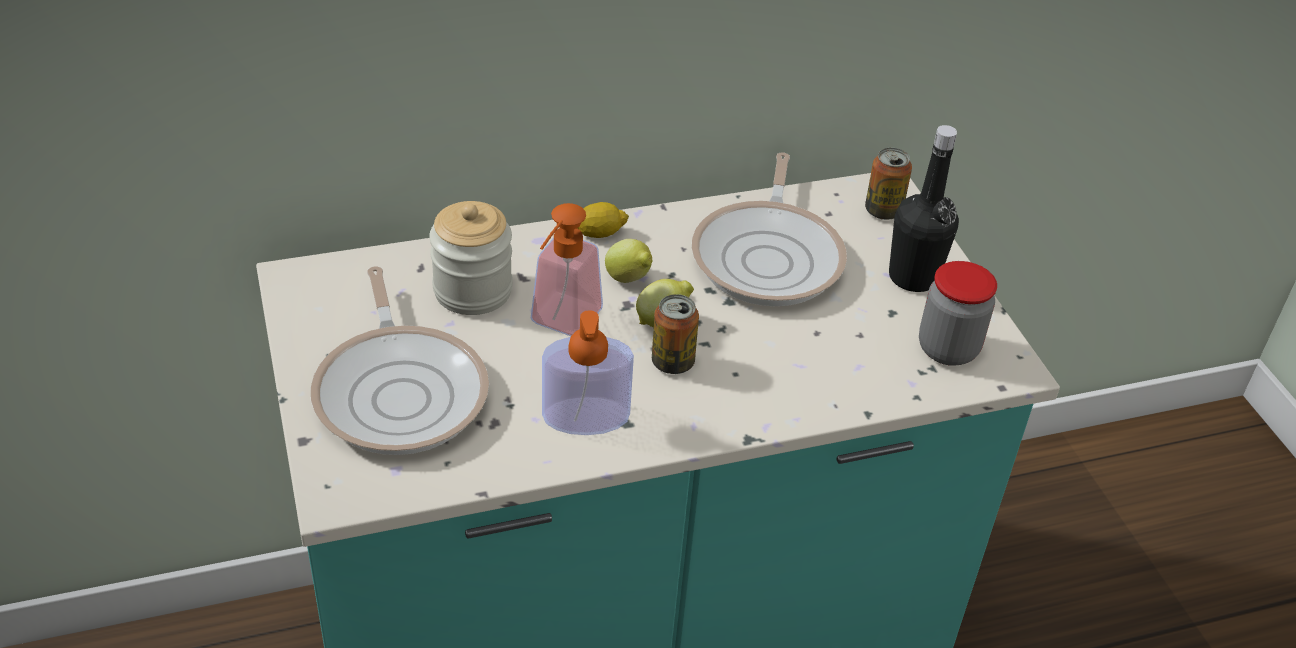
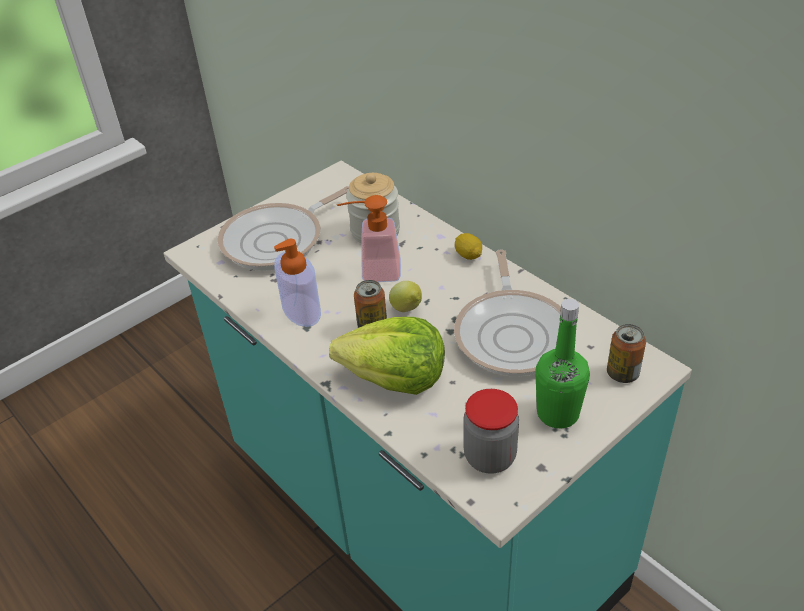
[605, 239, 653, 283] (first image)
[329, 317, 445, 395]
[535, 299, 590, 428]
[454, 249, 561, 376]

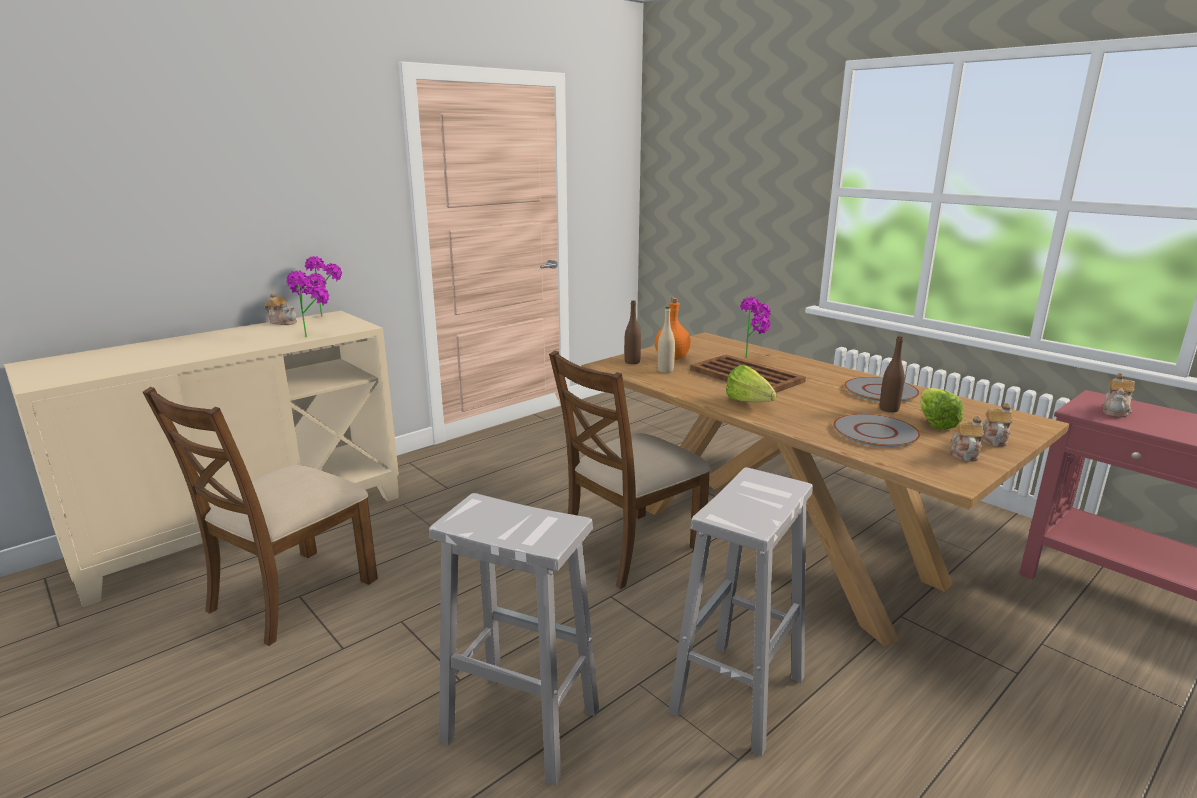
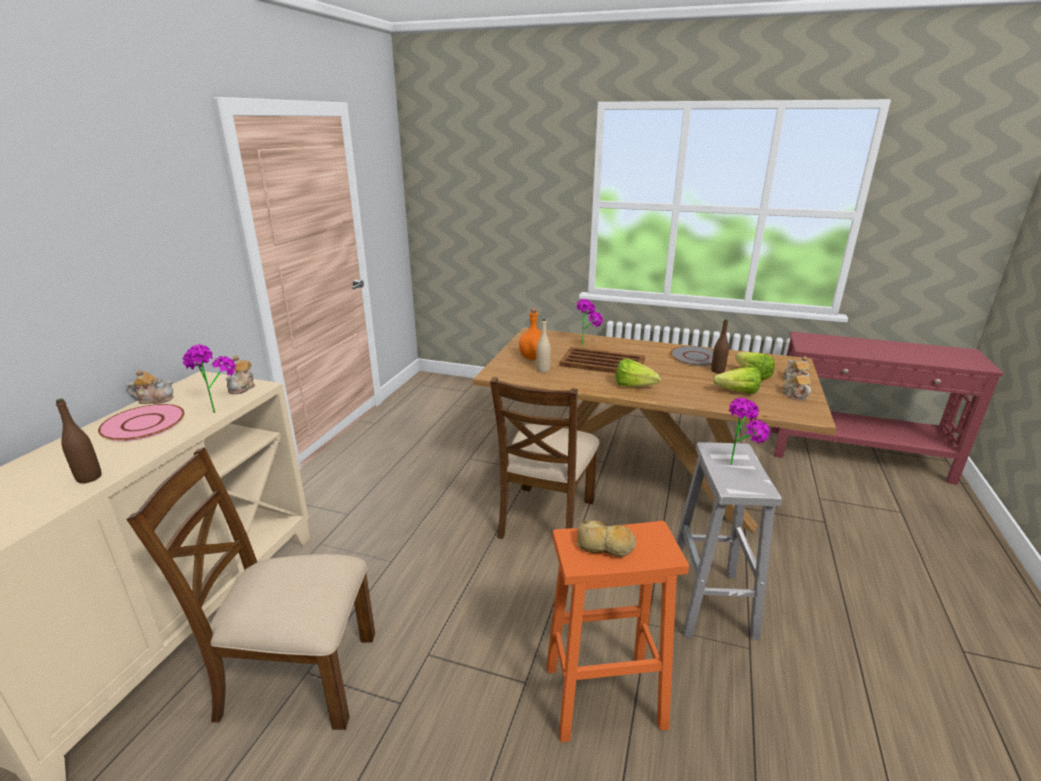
[98, 404, 185, 441]
[577, 521, 636, 557]
[729, 398, 770, 465]
[56, 399, 101, 483]
[225, 355, 255, 394]
[713, 367, 761, 394]
[546, 521, 689, 742]
[126, 447, 375, 730]

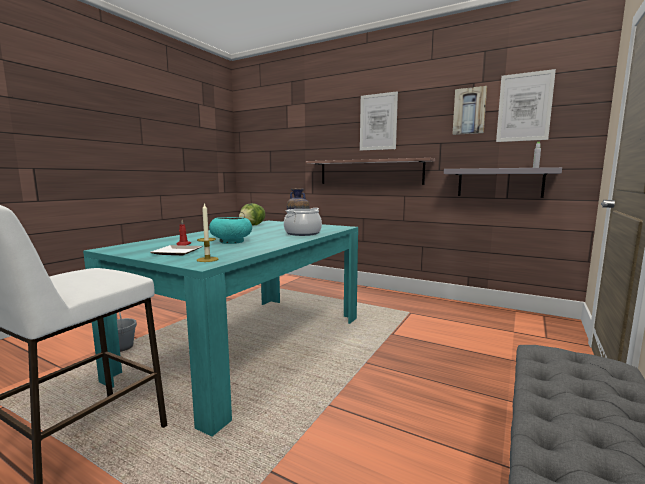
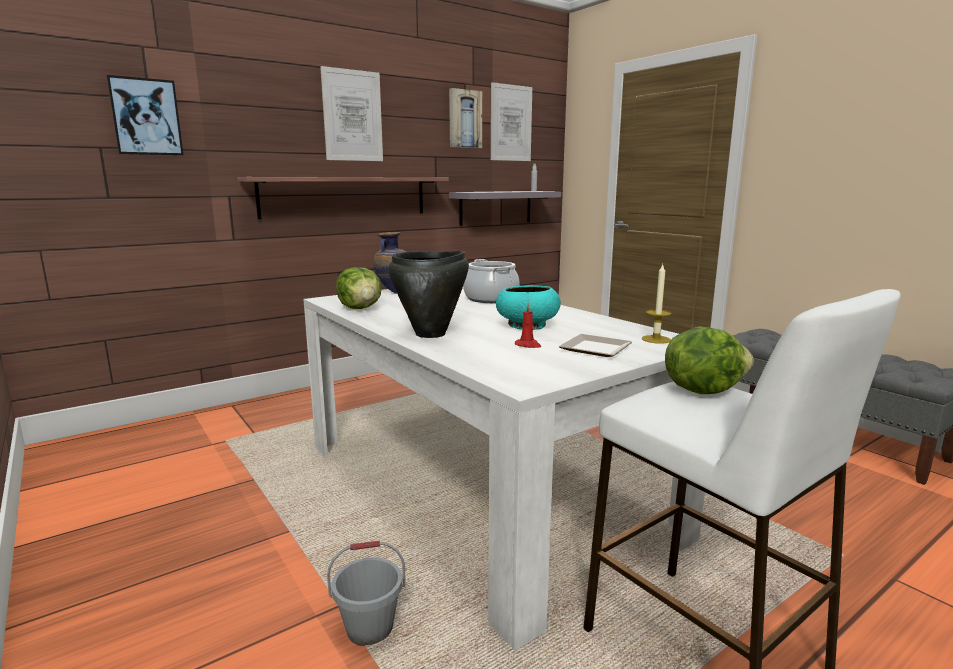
[107, 75, 183, 156]
[388, 251, 469, 338]
[665, 326, 754, 394]
[303, 288, 705, 650]

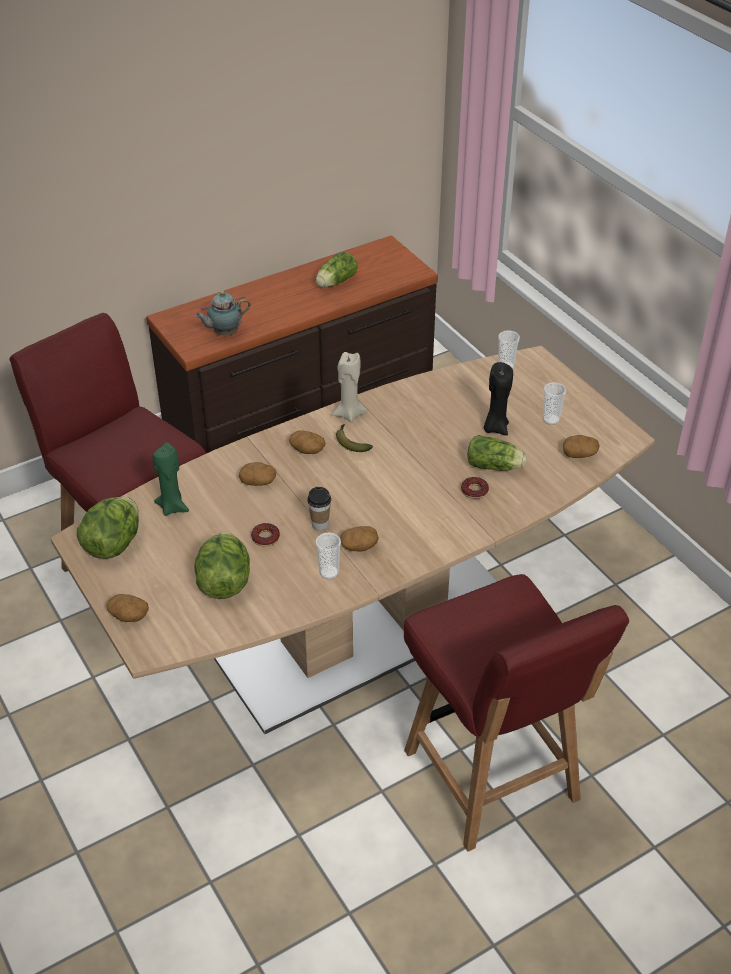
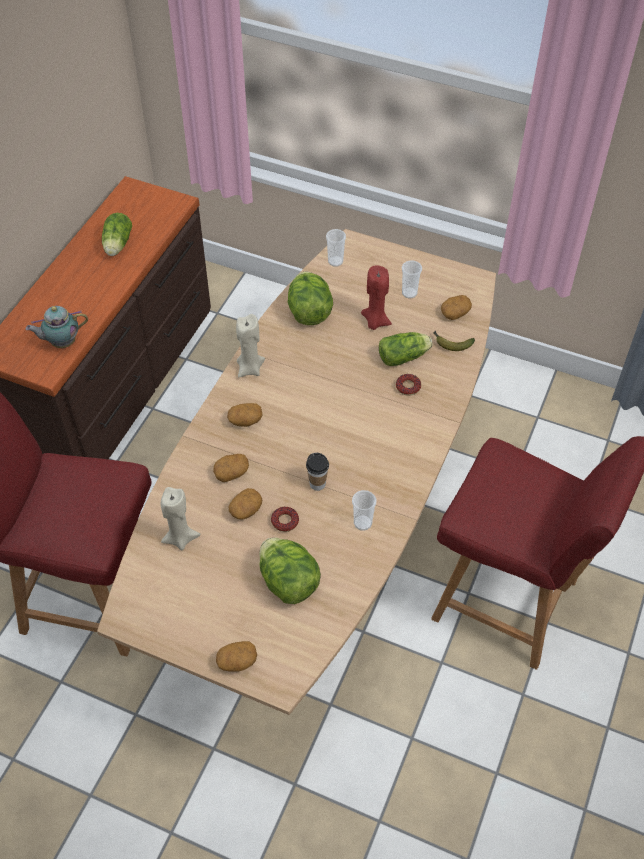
[288, 272, 333, 325]
[434, 331, 475, 351]
[229, 488, 262, 520]
[161, 487, 201, 550]
[361, 266, 392, 330]
[26, 306, 88, 348]

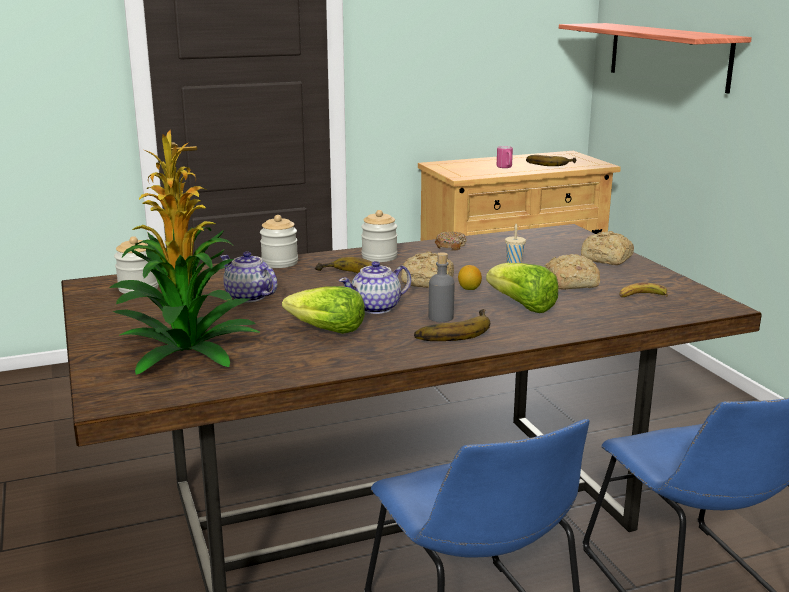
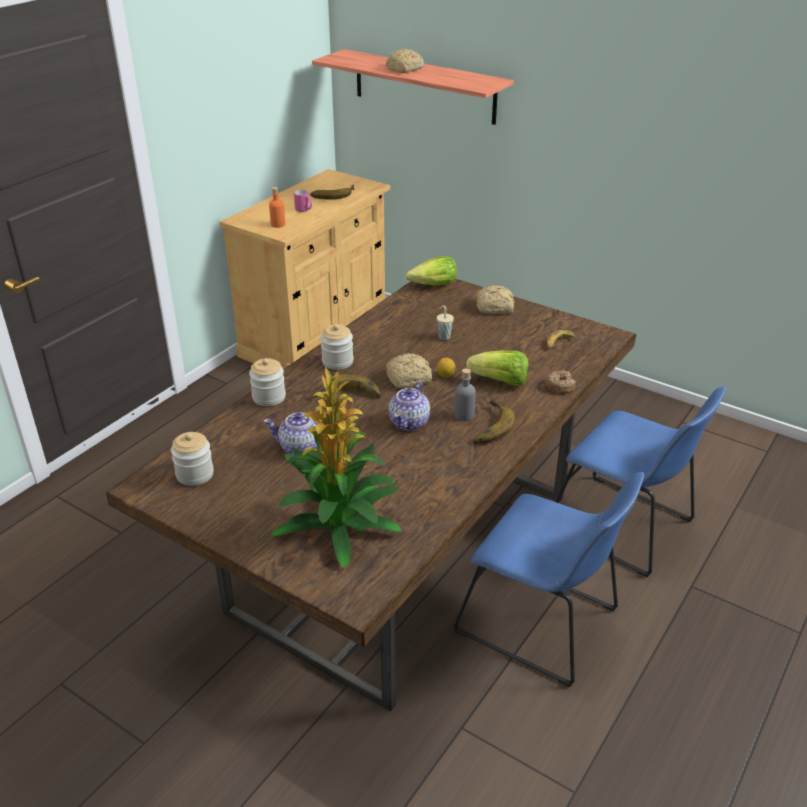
[269, 187, 285, 228]
[406, 256, 457, 285]
[546, 370, 576, 393]
[386, 49, 424, 73]

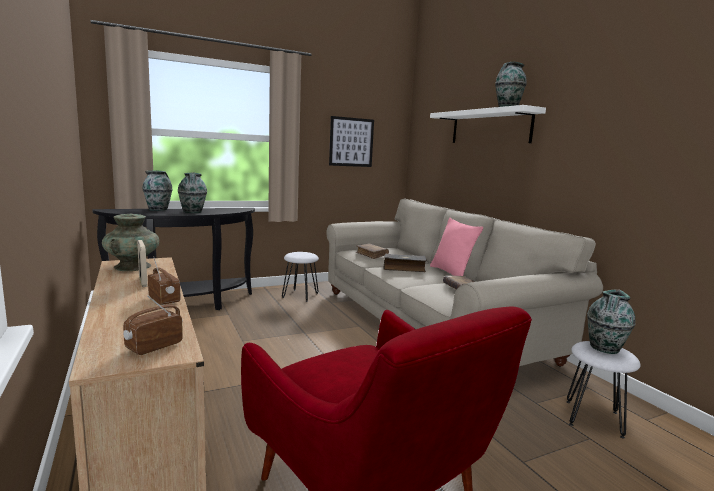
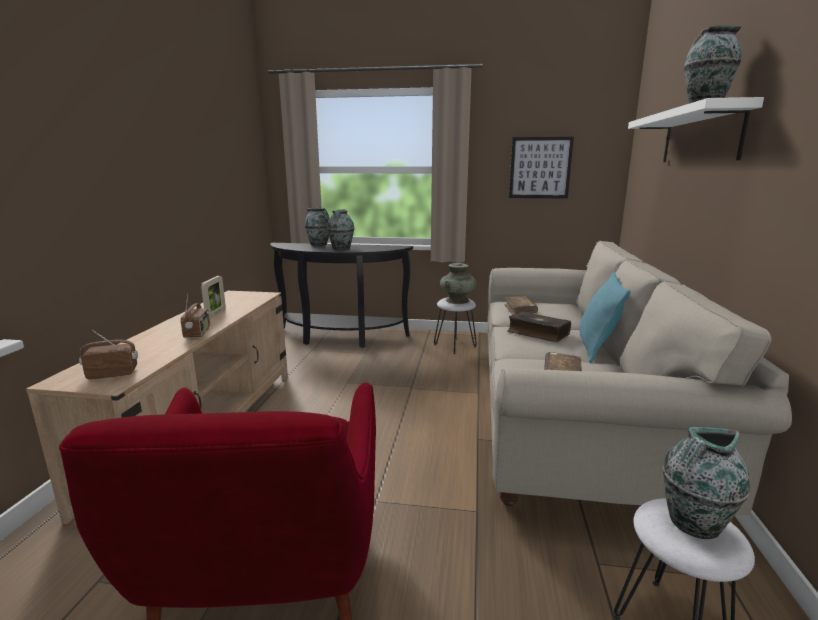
[440, 263, 476, 304]
[580, 272, 631, 363]

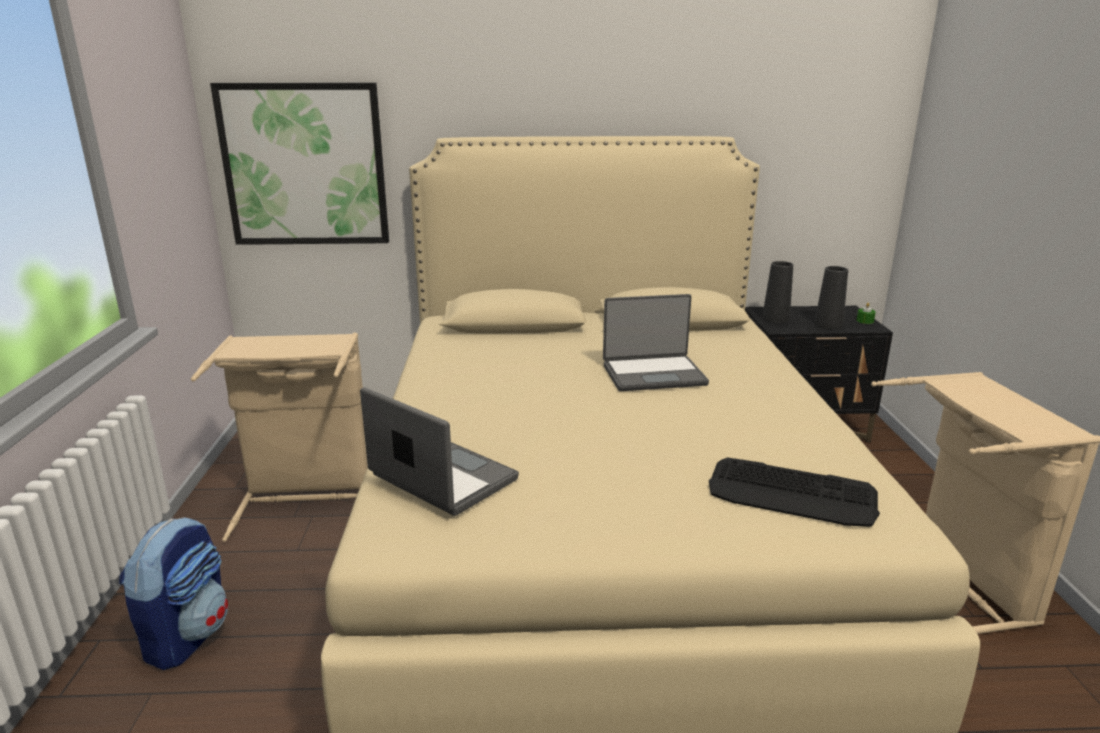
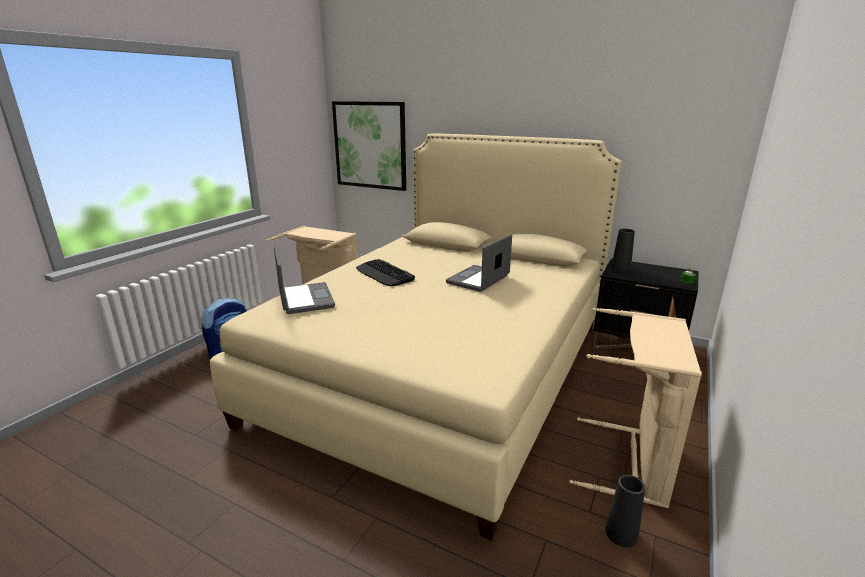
[356, 259, 415, 286]
[605, 475, 645, 548]
[446, 234, 512, 292]

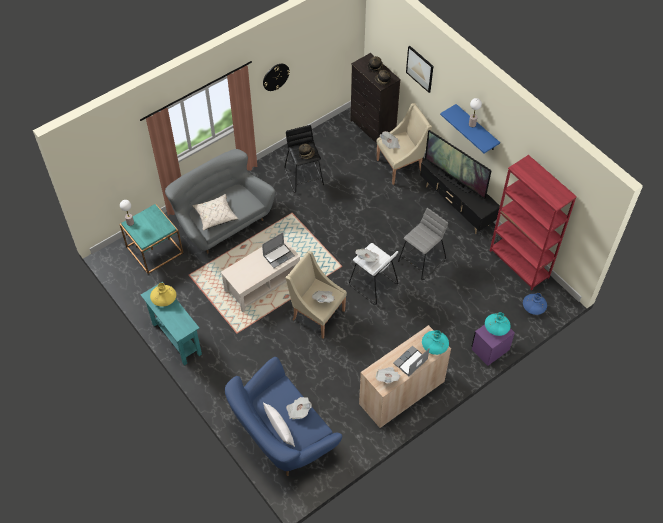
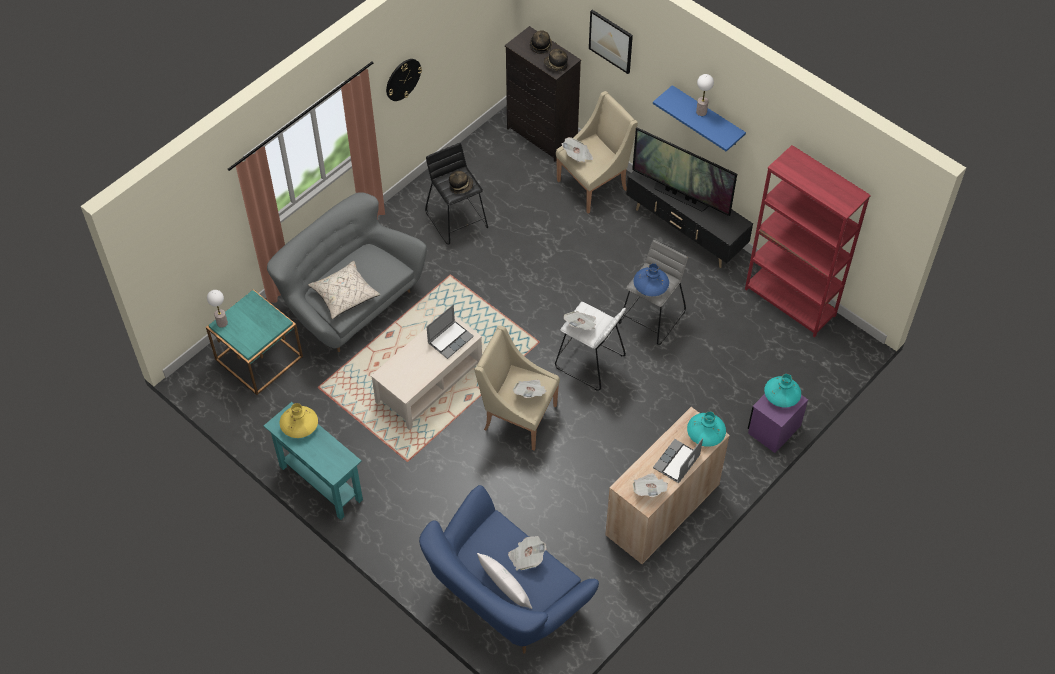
[634, 263, 669, 296]

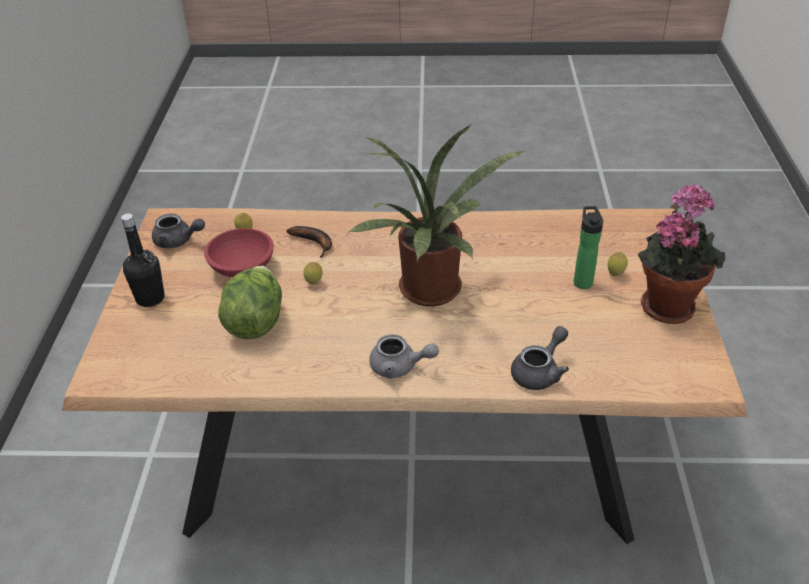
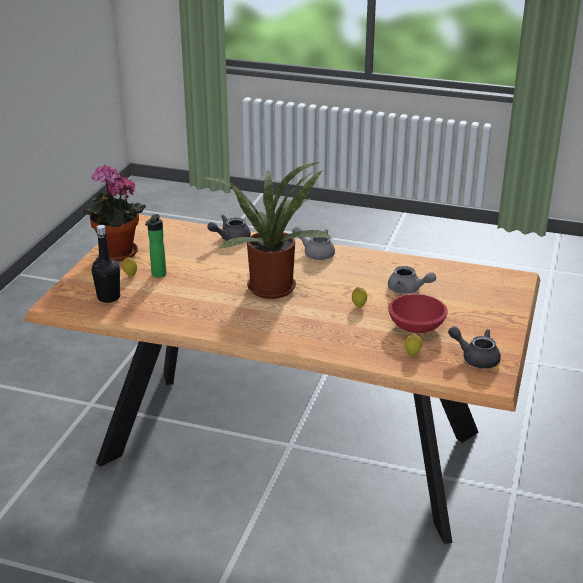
[286, 226, 332, 258] (first image)
[92, 225, 120, 303]
[388, 266, 436, 294]

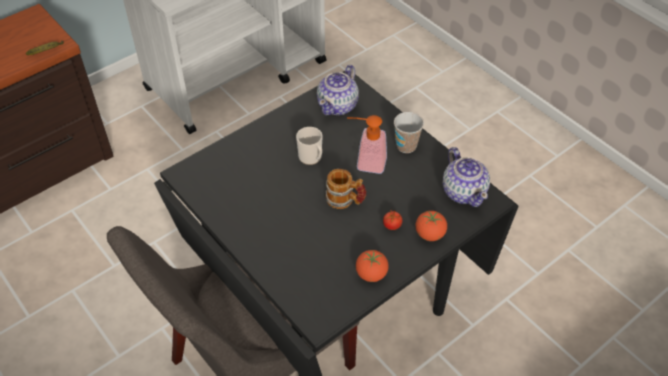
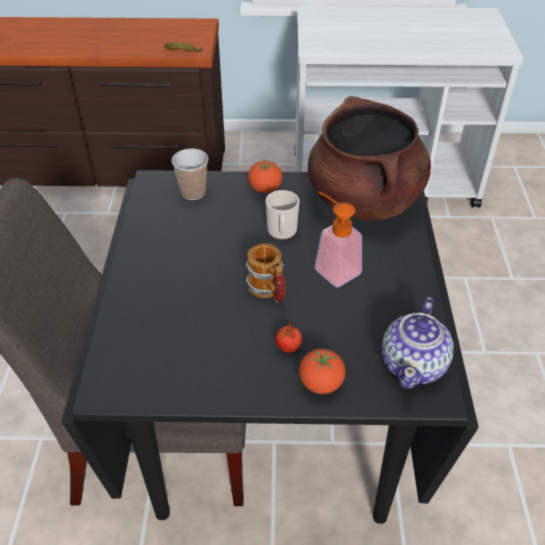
[248, 159, 282, 193]
[171, 149, 209, 200]
[308, 96, 431, 221]

